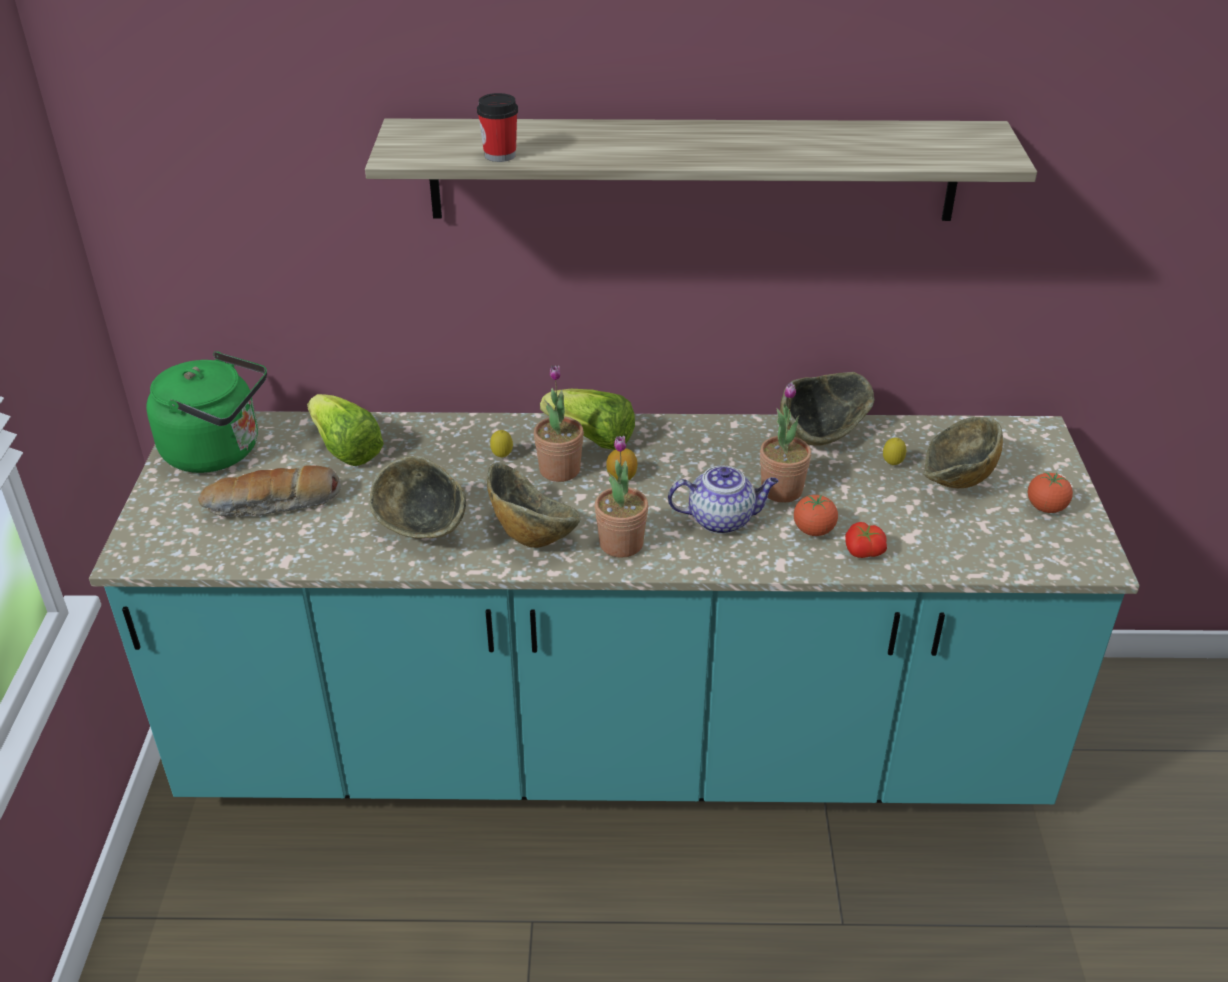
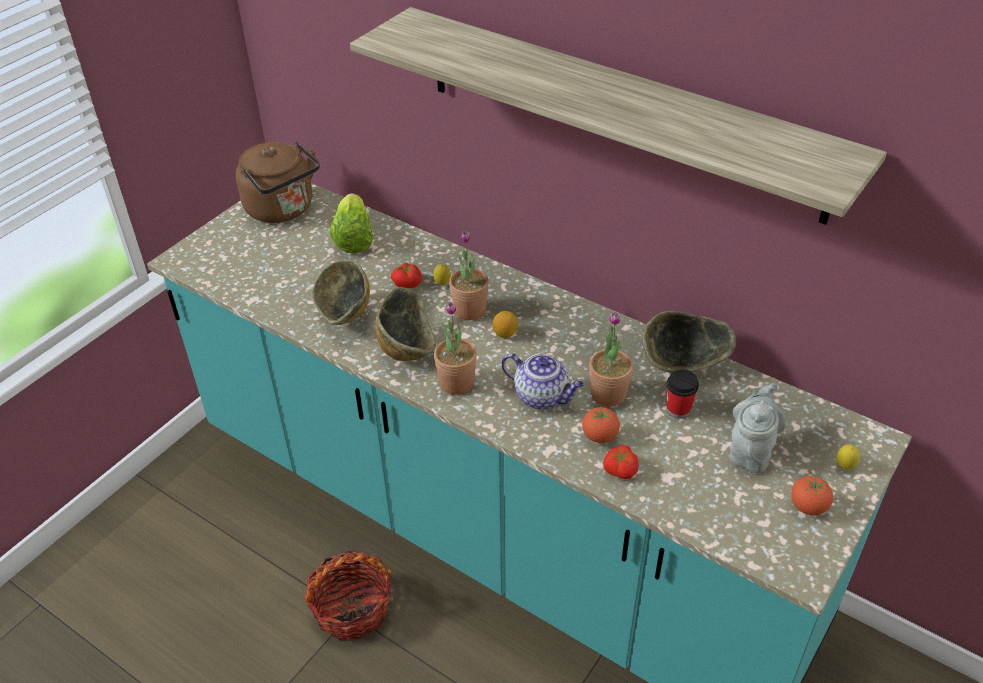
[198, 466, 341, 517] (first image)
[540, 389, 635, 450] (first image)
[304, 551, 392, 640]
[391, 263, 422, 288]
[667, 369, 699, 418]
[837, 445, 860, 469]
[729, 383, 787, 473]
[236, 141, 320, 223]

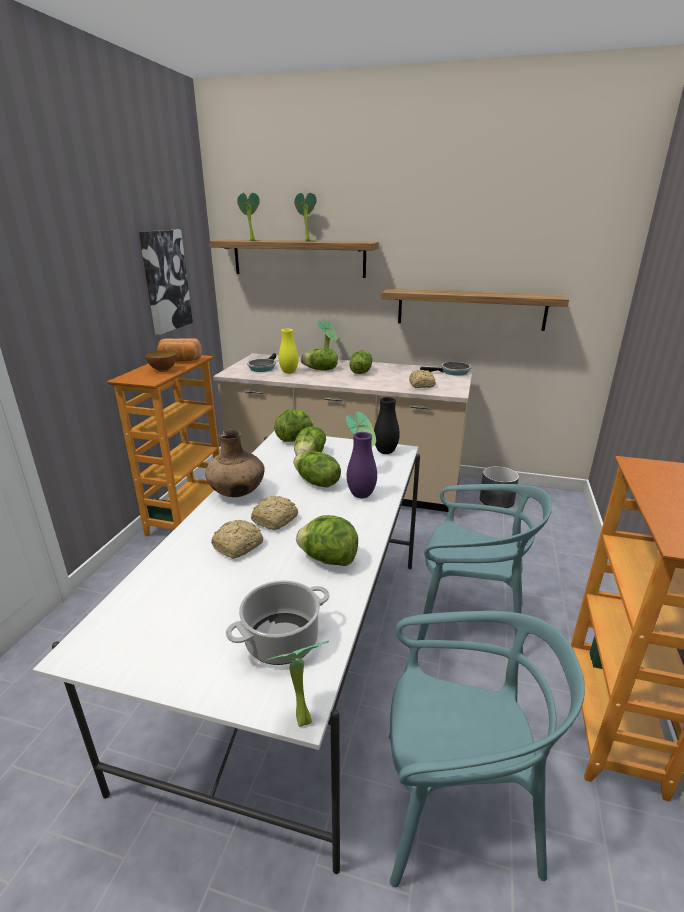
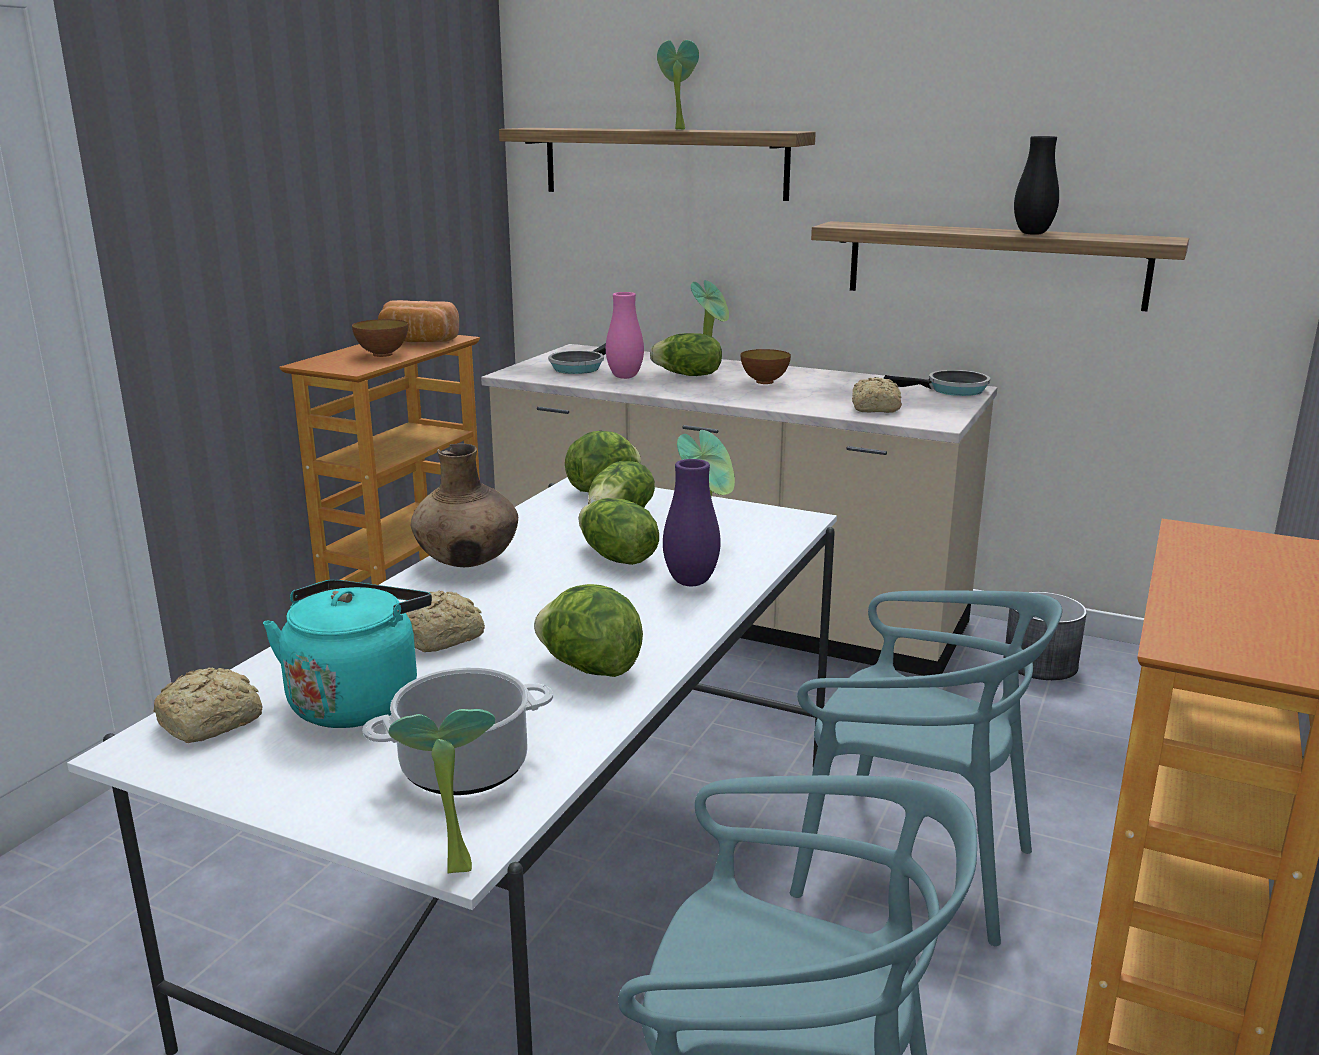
[139, 230, 193, 335] (first image)
[237, 193, 260, 241] (first image)
[263, 580, 432, 728]
[153, 667, 263, 743]
[1014, 136, 1059, 235]
[741, 349, 791, 384]
[606, 292, 644, 379]

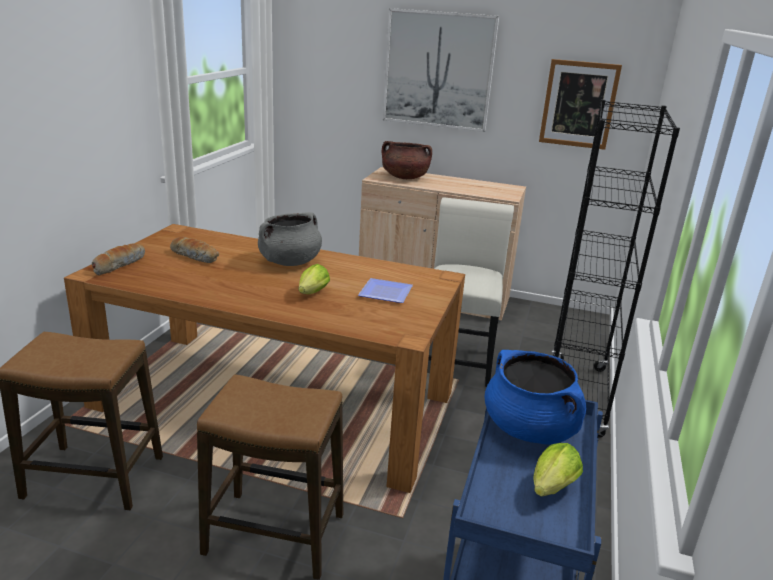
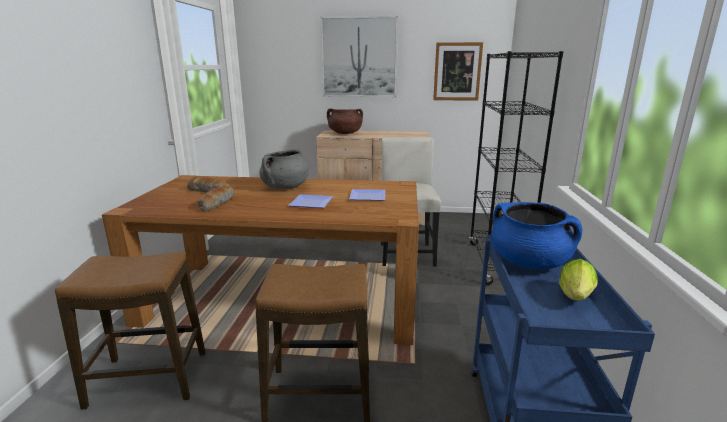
[198, 186, 234, 212]
[288, 195, 333, 208]

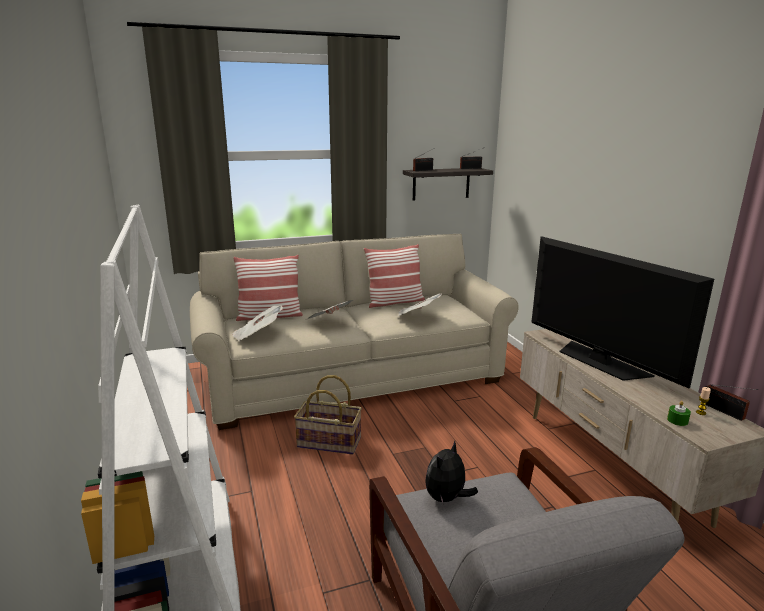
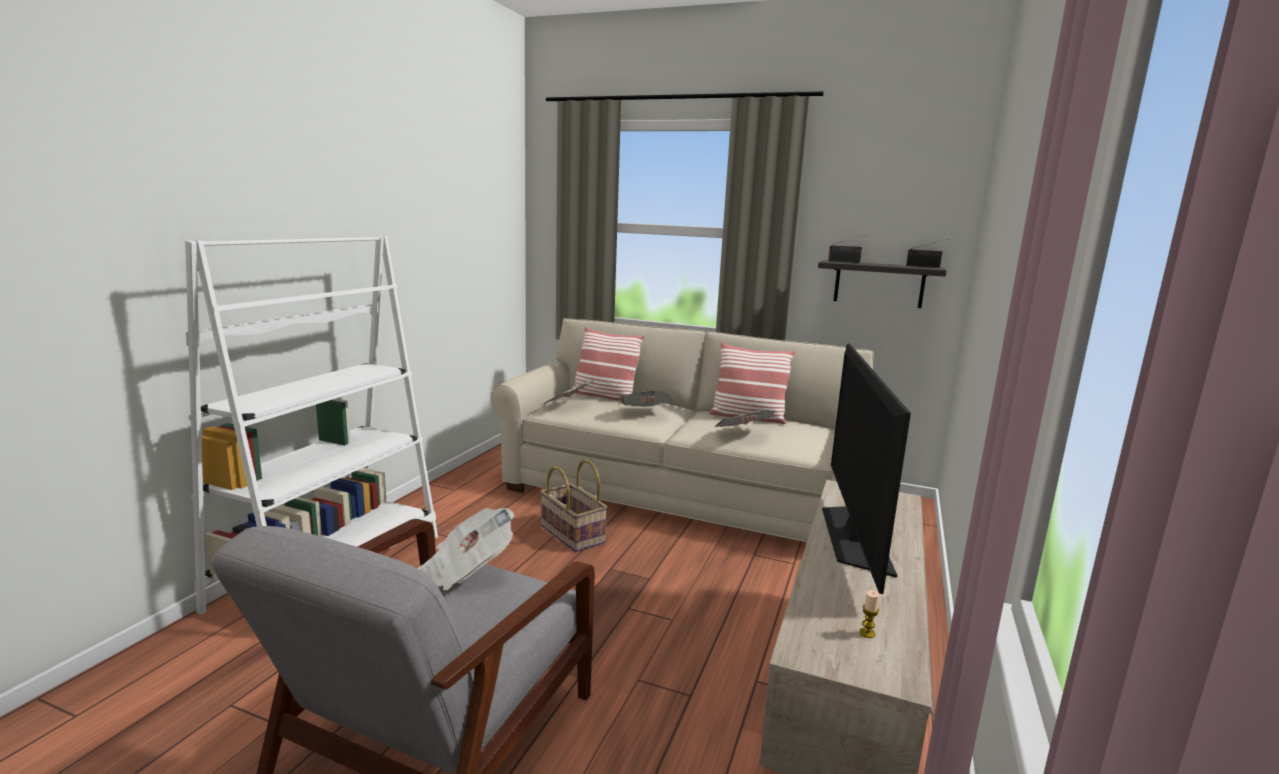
[667, 401, 691, 426] (first image)
[706, 385, 758, 421] (first image)
[418, 508, 515, 591]

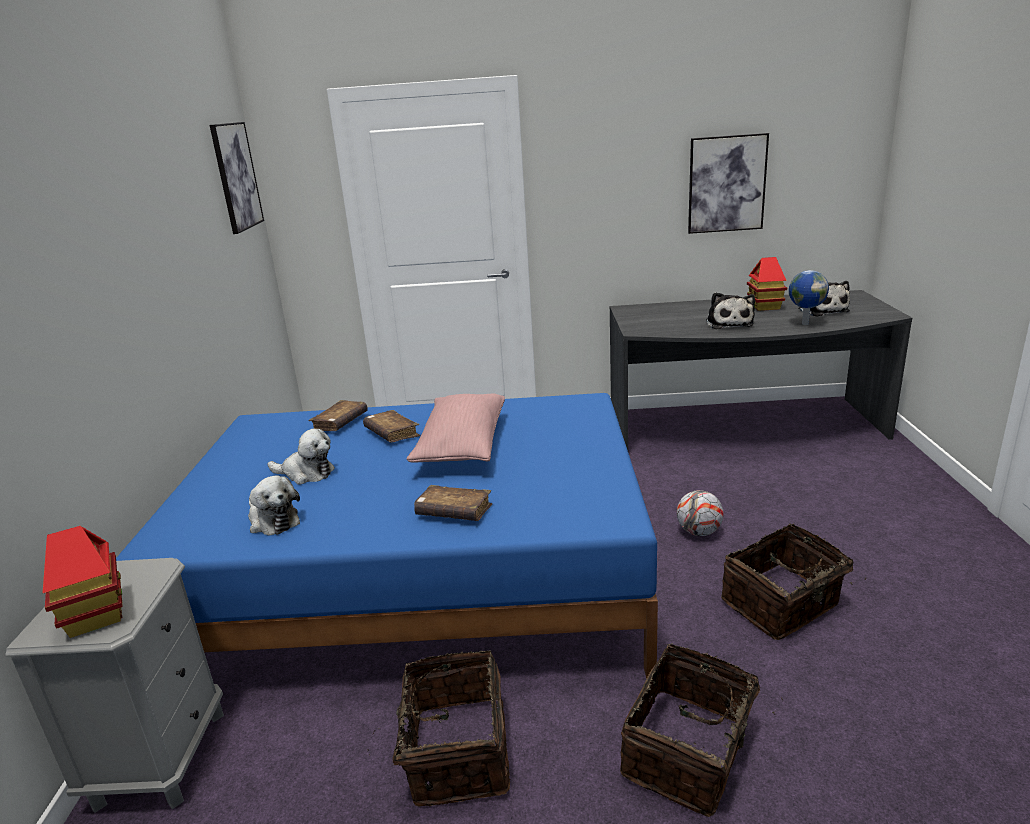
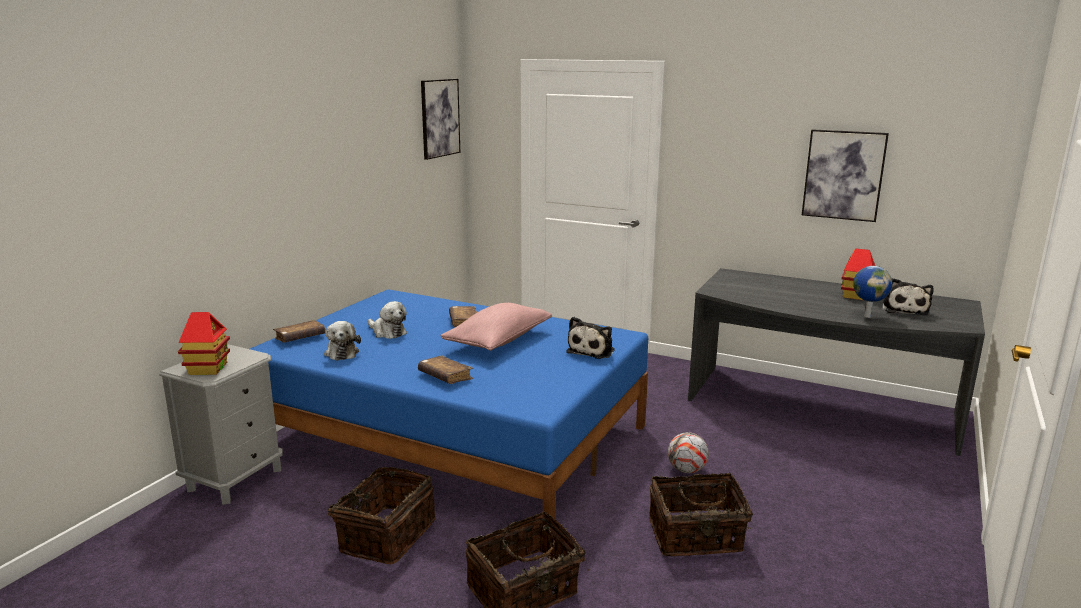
[273, 320, 325, 343]
[566, 317, 615, 359]

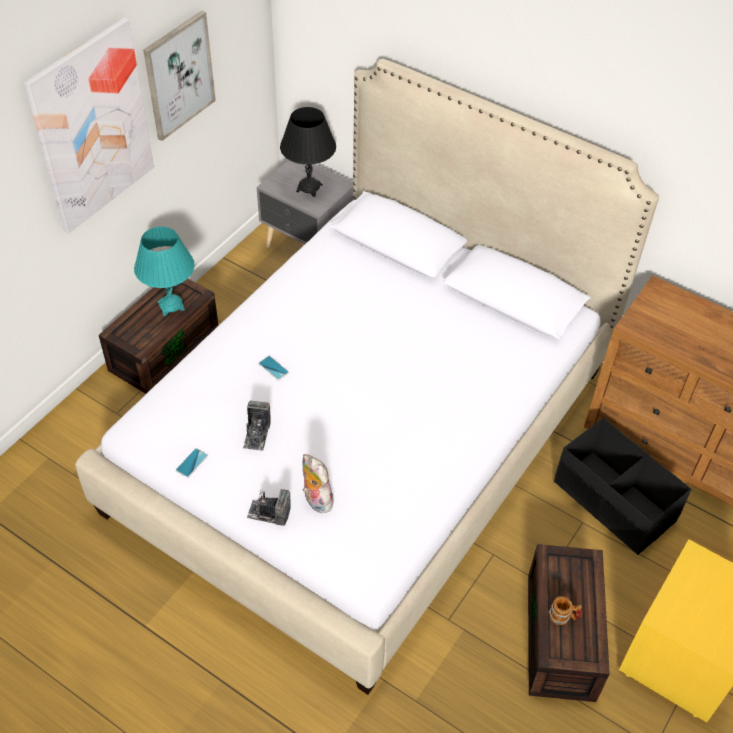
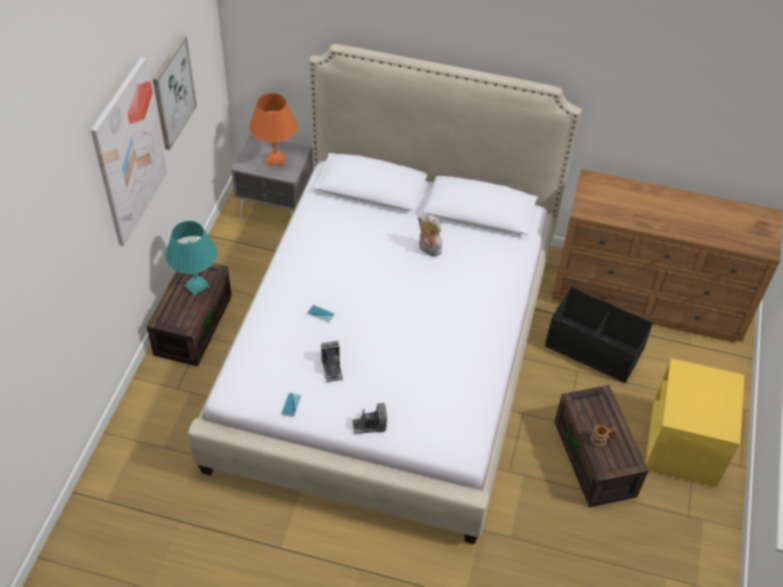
[418, 215, 442, 257]
[249, 93, 297, 167]

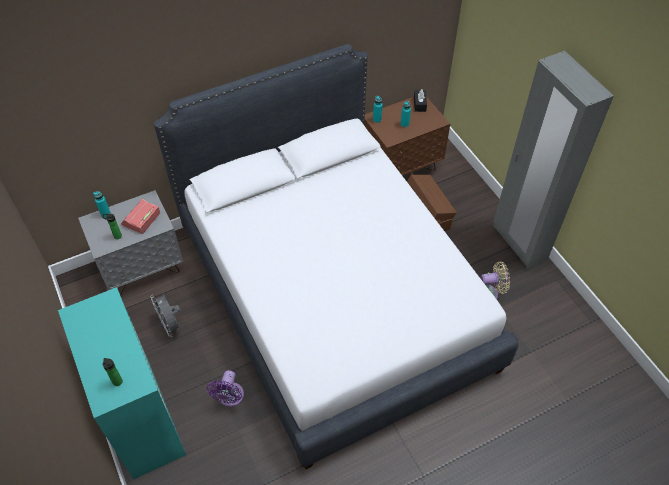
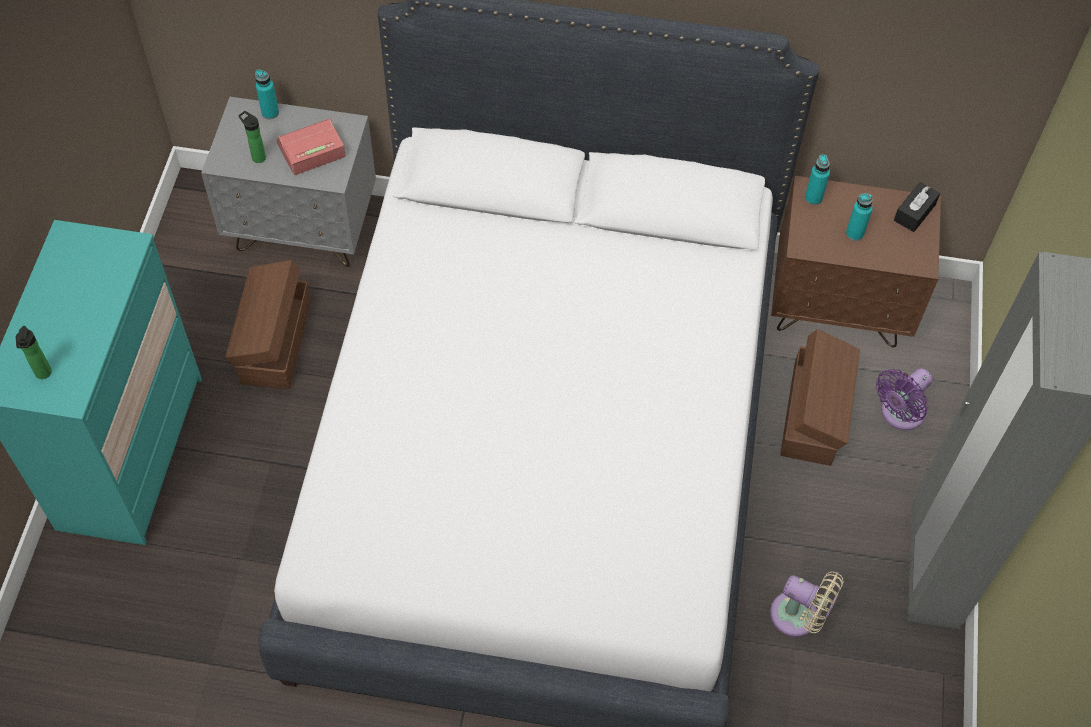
[876, 368, 933, 430]
[226, 260, 311, 389]

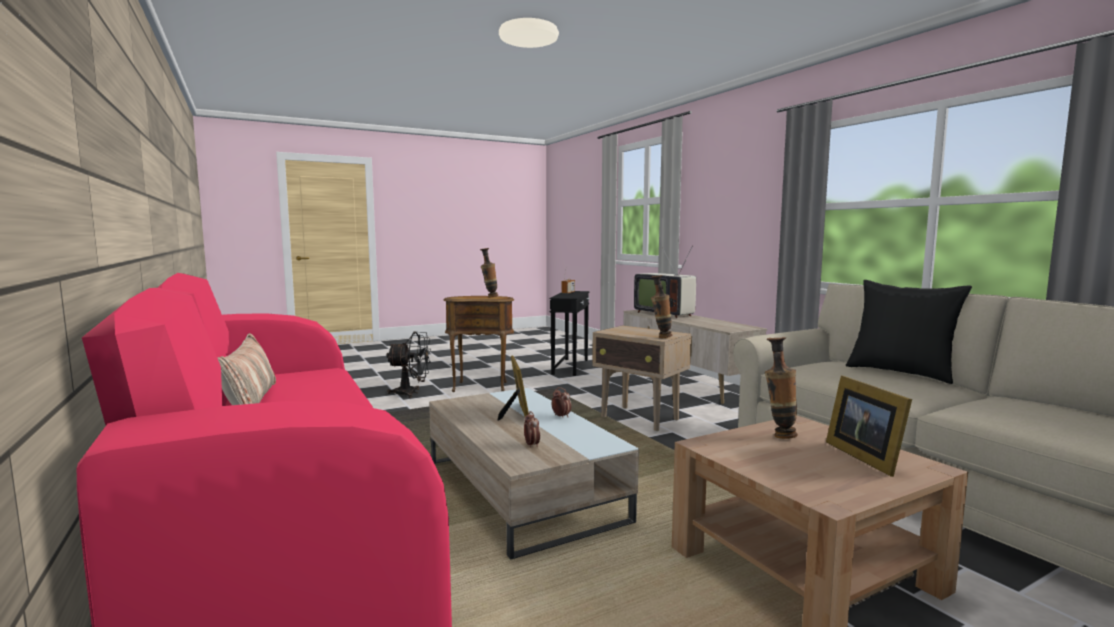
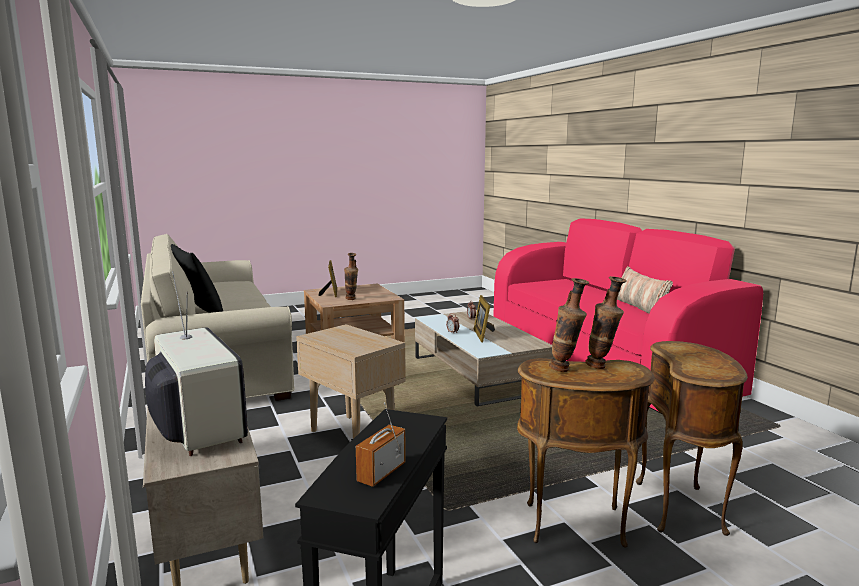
[585, 276, 627, 369]
[636, 341, 748, 536]

